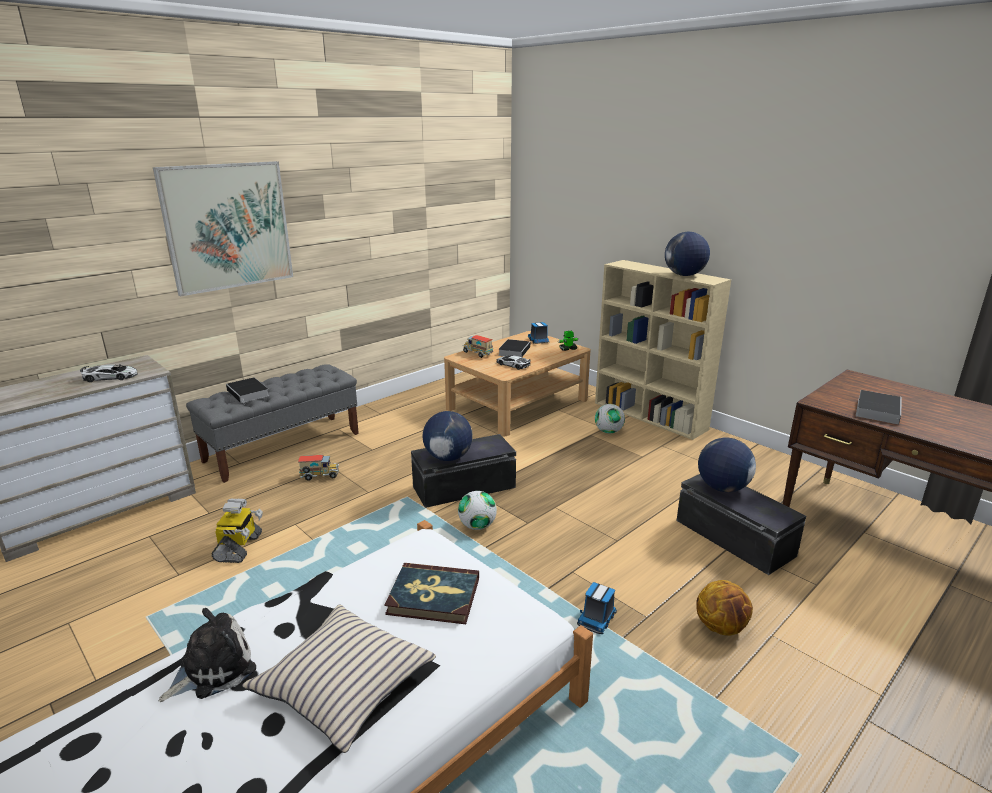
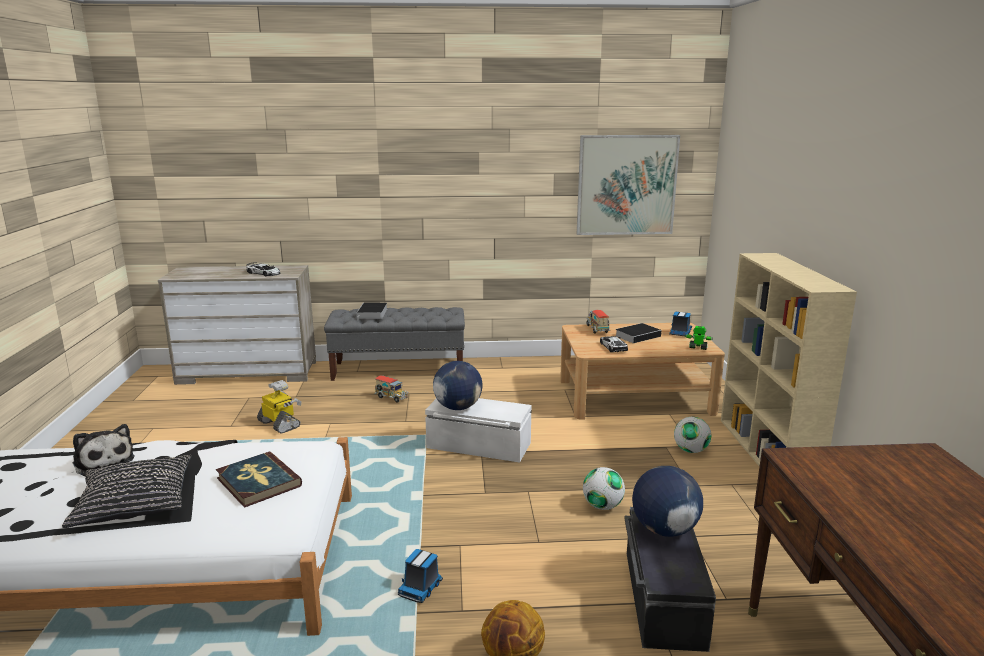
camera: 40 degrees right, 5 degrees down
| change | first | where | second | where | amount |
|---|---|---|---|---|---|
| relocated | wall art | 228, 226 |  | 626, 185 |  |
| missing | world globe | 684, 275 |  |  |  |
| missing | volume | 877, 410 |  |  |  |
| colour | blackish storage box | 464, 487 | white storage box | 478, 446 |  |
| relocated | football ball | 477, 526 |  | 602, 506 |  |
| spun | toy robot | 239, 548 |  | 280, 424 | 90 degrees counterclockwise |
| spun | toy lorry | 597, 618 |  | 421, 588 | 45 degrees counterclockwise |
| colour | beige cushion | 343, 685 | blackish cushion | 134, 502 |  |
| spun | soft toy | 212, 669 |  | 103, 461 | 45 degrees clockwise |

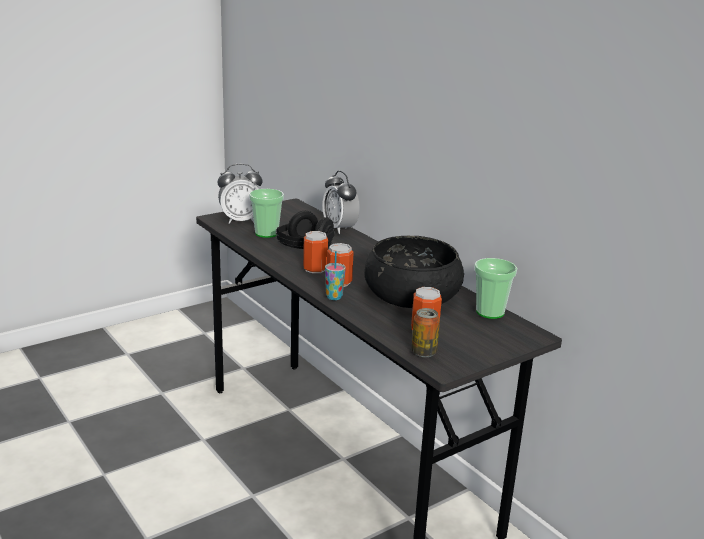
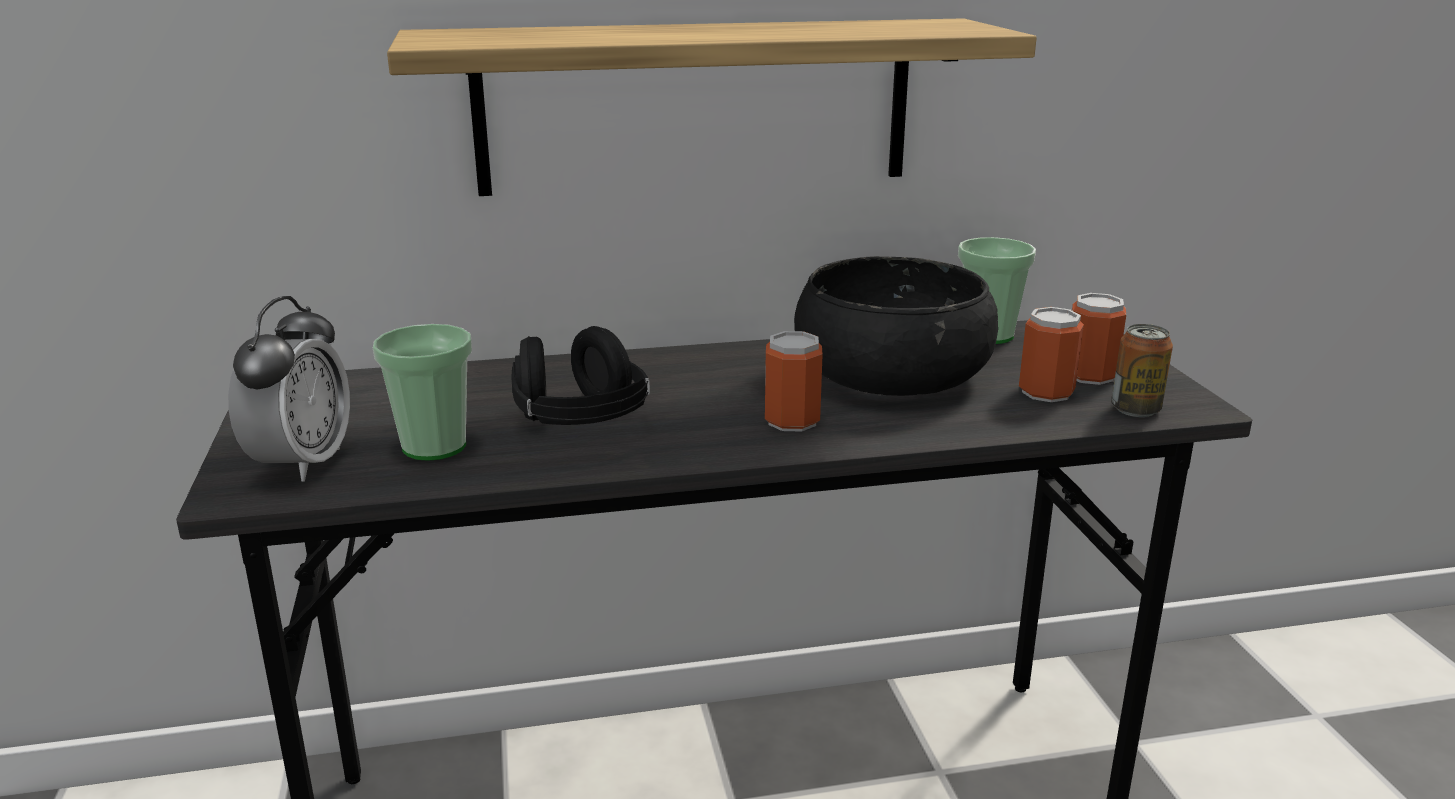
camera: 65 degrees left, 0 degrees up
| change | first | where | second | where | amount |
|---|---|---|---|---|---|
| missing | alarm clock | 339, 229 |  |  |  |
| relocated | metal can | 315, 269 |  | 1090, 375 |  |
| missing | small cup | 334, 297 |  |  |  |
| appeared |  |  | wall shelf | 695, 106 |  |

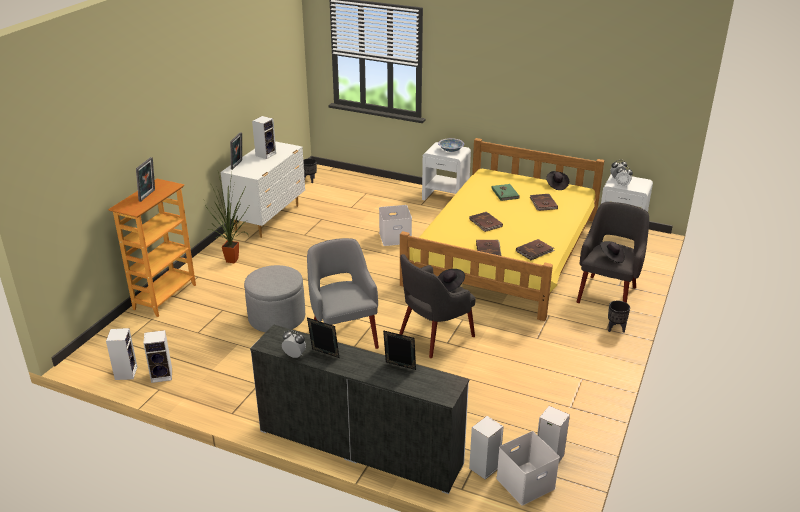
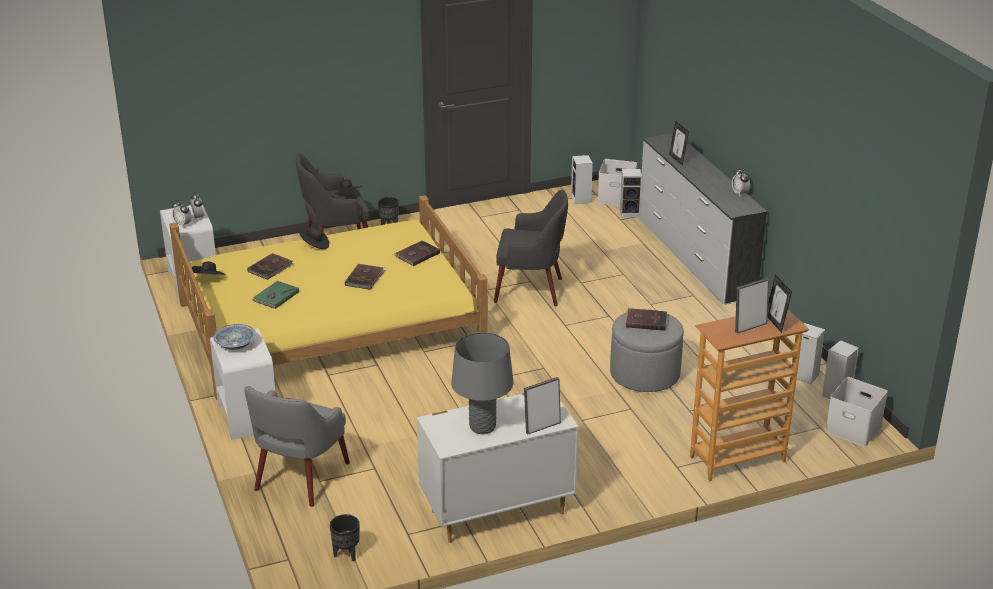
camera: 135 degrees left, 0 degrees up
| change | first | where | second | where | amount |
|---|---|---|---|---|---|
| exchanged | audio speaker | 266, 154 | gray lamp for a table | 482, 427 |  |
| missing | houseplant | 234, 261 |  |  |  |
| relocated | white storage box | 395, 237 |  | 852, 429 |  |
| relocated | gray lounge chair | 344, 336 |  | 301, 477 |  |
| relocated | brownish volume | 535, 251 |  | 646, 321 |  |
| relocated | blackish wearable hat | 450, 286 |  | 315, 245 |  |
| relocated | photo frame | 324, 355 |  | 776, 323 |  |

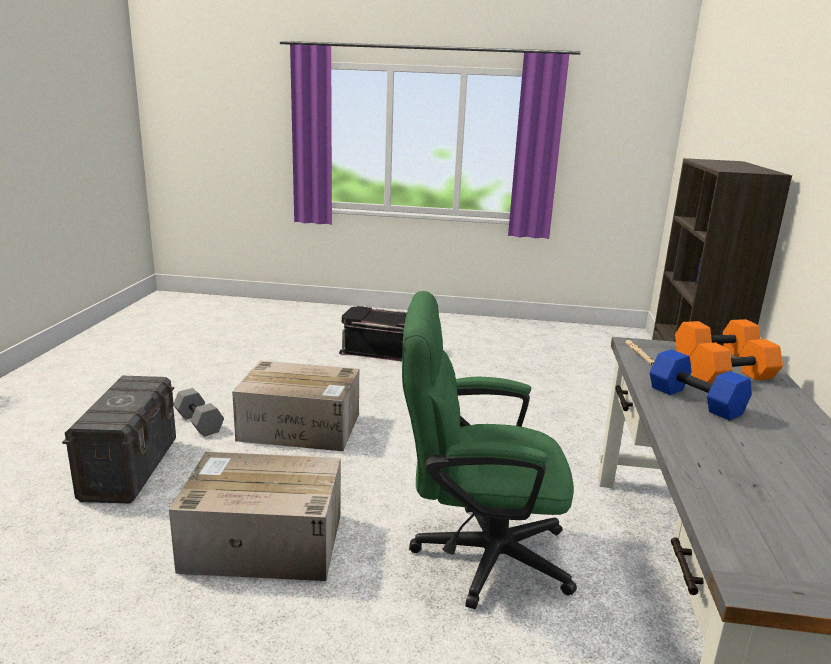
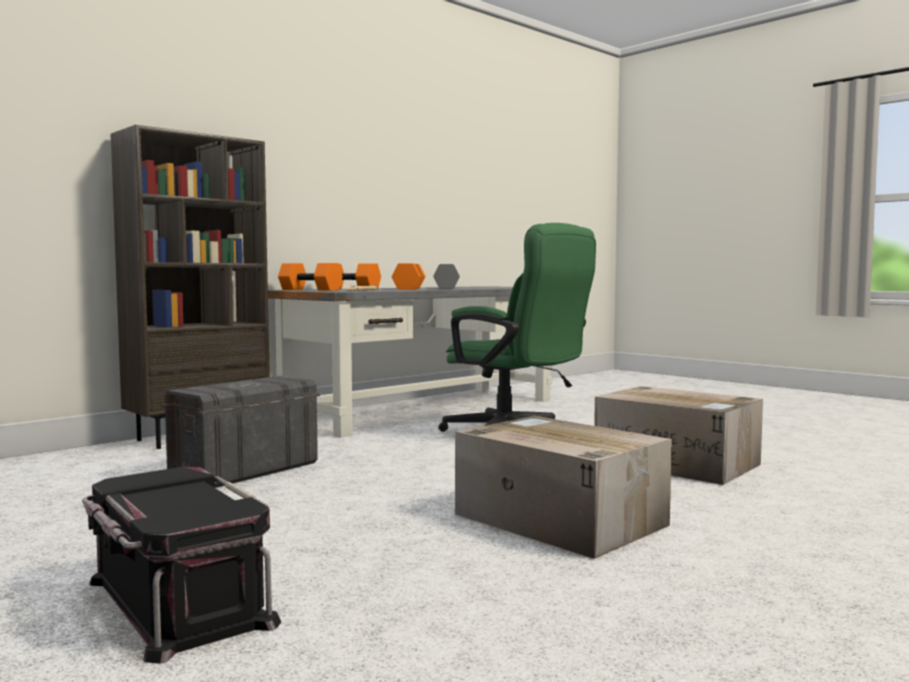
camera: 140 degrees left, 15 degrees down
| change | first | where | second | where | amount |
|---|---|---|---|---|---|
| colour | bluish hand weight | 696, 401 | orange-coloured hand weight | 408, 289 |  |
| relocated | gray storage box | 130, 468 |  | 244, 471 |  |
| relocated | gray hand weight | 200, 423 |  | 445, 288 |  |

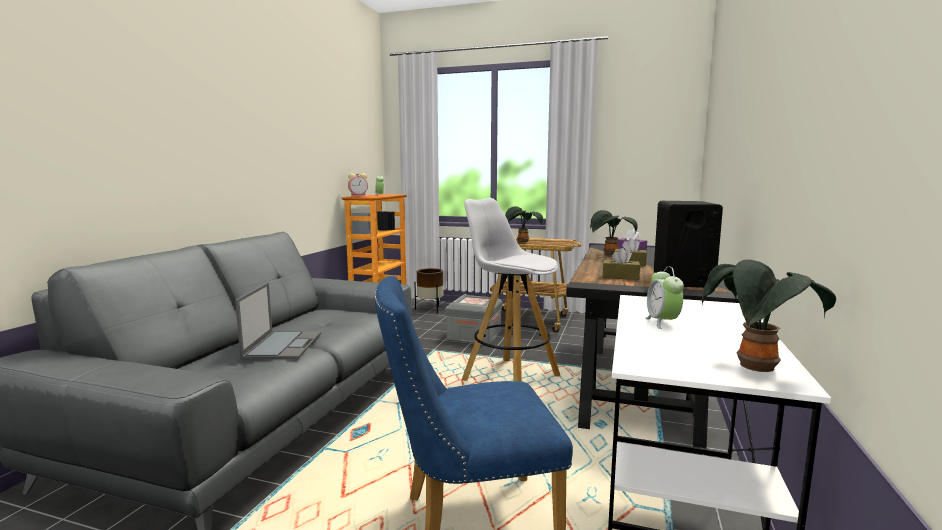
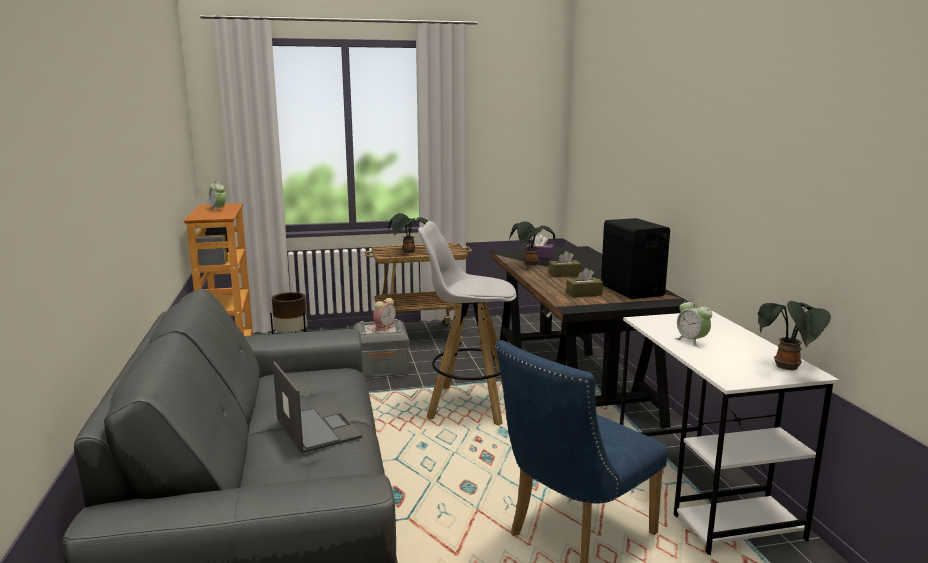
camera: 30 degrees left, 5 degrees up
| change | first | where | second | where | amount |
|---|---|---|---|---|---|
| relocated | alarm clock | 359, 196 |  | 385, 327 |  |

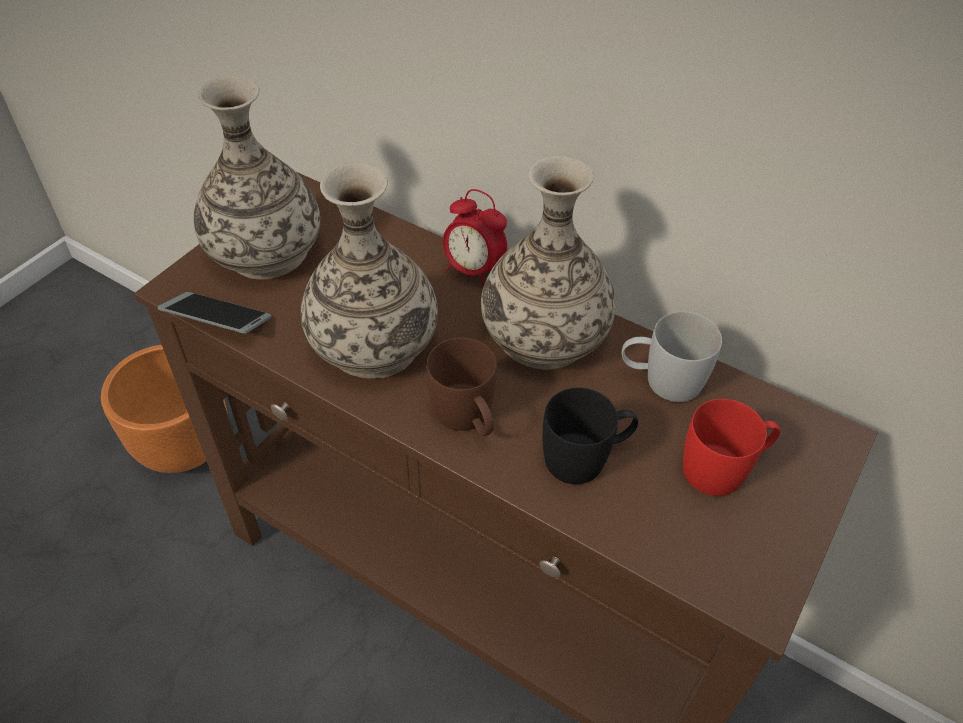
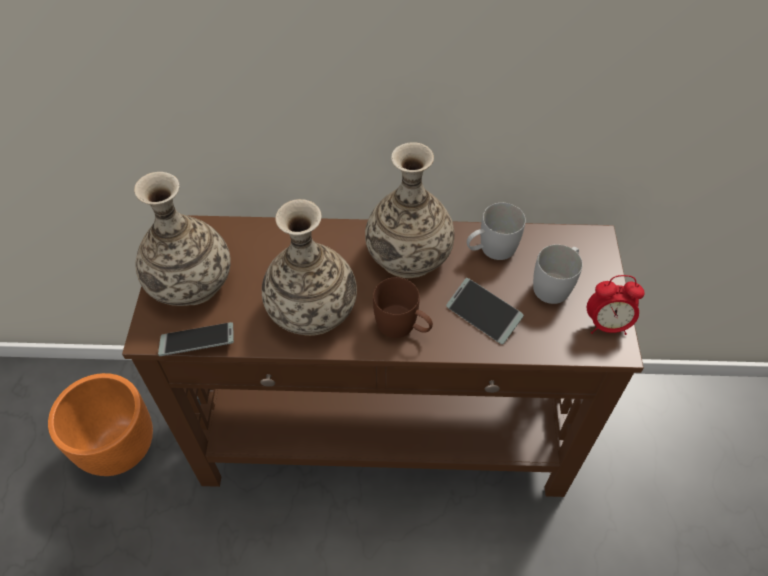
camera: 30 degrees left, 5 degrees up
| change | first | where | second | where | amount |
|---|---|---|---|---|---|
| relocated | alarm clock | 473, 271 |  | 606, 325 |  |
| exchanged | blackish coffee mug | 586, 457 | phone | 483, 315 |  |
| colour | red-coloured coffee mug | 724, 468 | white coffee mug | 555, 284 |  |

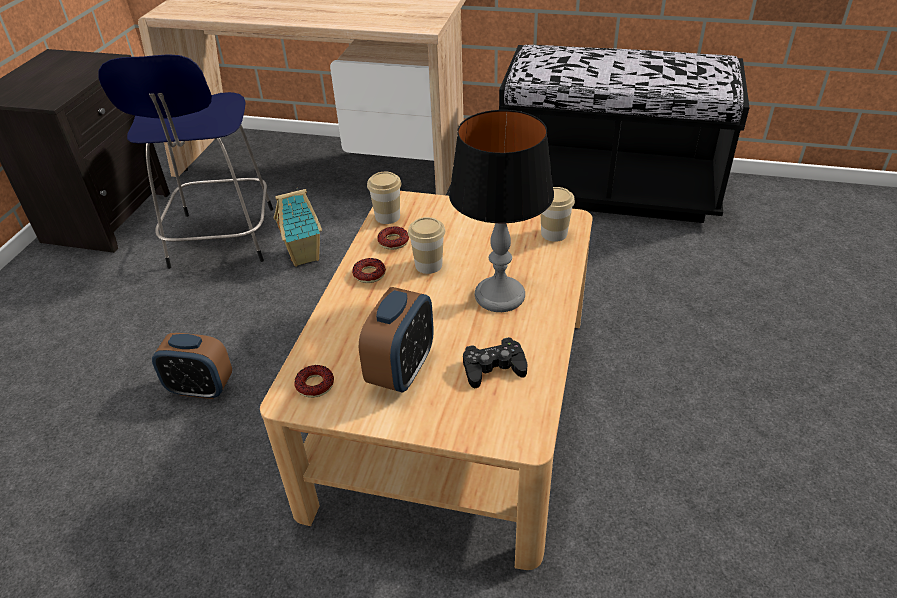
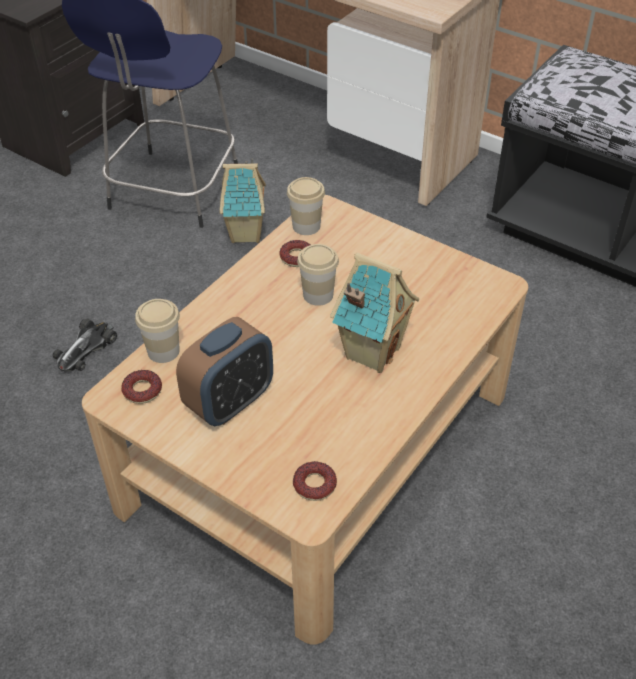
camera: 20 degrees right, 5 degrees up
| change | first | where | second | where | amount |
|---|---|---|---|---|---|
| exchanged | lamp for a table | 499, 295 | model house | 371, 352 |  |
| relocated | small cup | 554, 233 |  | 163, 351 |  |
| relocated | ring doughnut | 369, 274 |  | 314, 485 |  |
| exchanged | alarm clock | 201, 388 | miniature car | 85, 348 |  |
| missing | blackish game controller | 493, 368 |  |  |  |

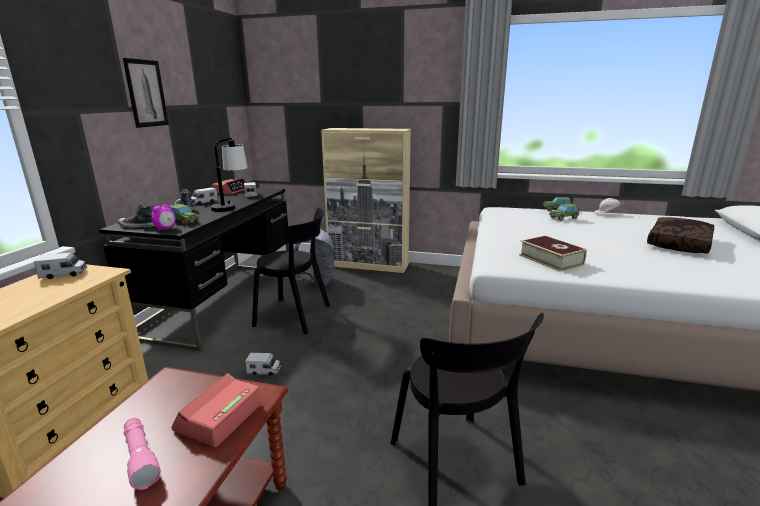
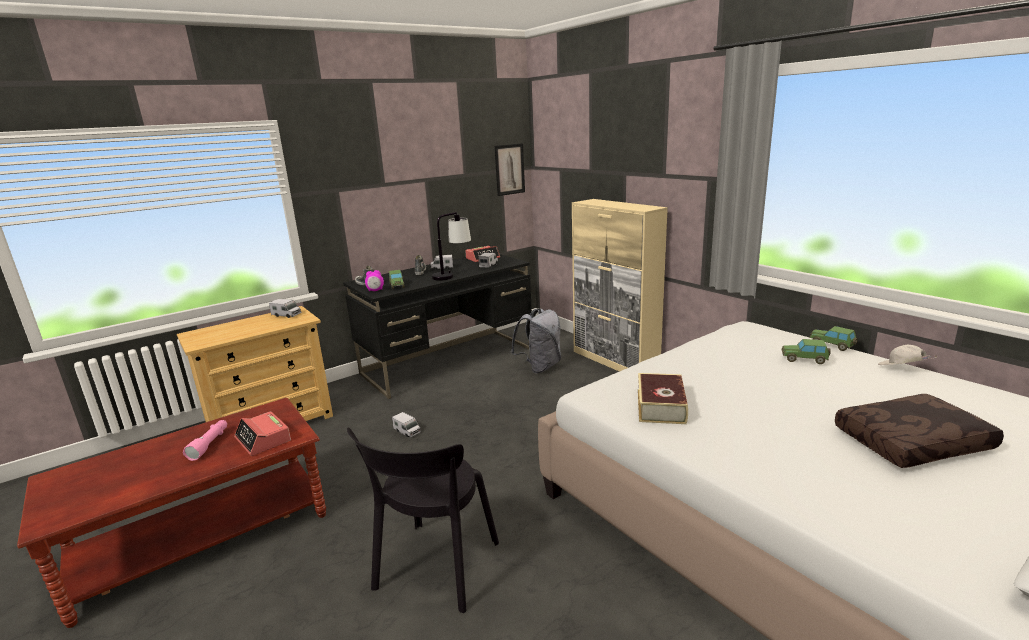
camera: 40 degrees right, 0 degrees up
| change | first | where | second | where | amount |
|---|---|---|---|---|---|
| relocated | wall art | 146, 93 |  | 509, 169 |  |
| missing | blackish chair | 296, 316 |  |  |  |
| spun | alarm clock | 219, 417 |  | 263, 440 | 105 degrees counterclockwise |

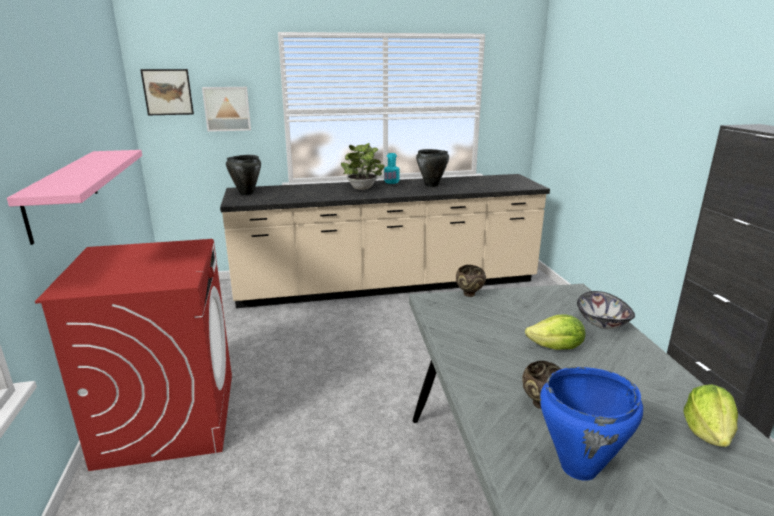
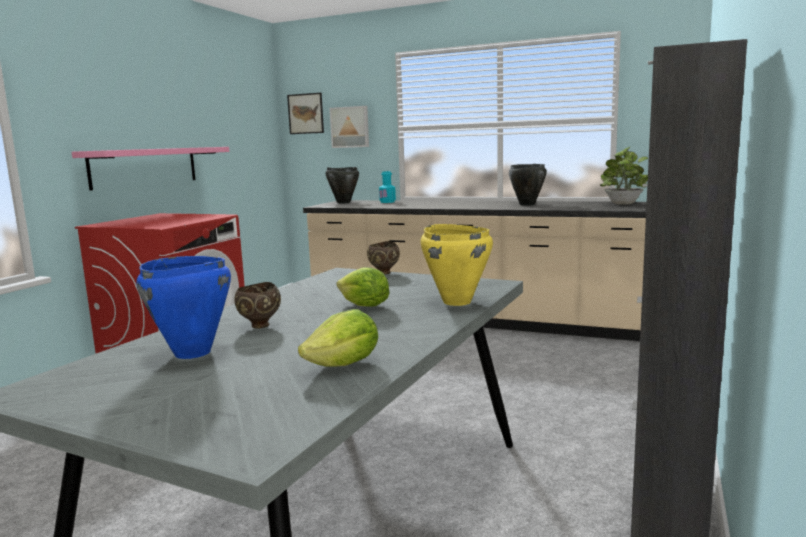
camera: 35 degrees right, 10 degrees down
| change | first | where | second | where | amount |
|---|---|---|---|---|---|
| relocated | houseplant | 363, 188 |  | 623, 204 |  |
| relocated | turquoise bottle | 391, 182 |  | 387, 202 |  |
| exchanged | bowl | 601, 323 | yellow cooking pot | 457, 302 |  |

